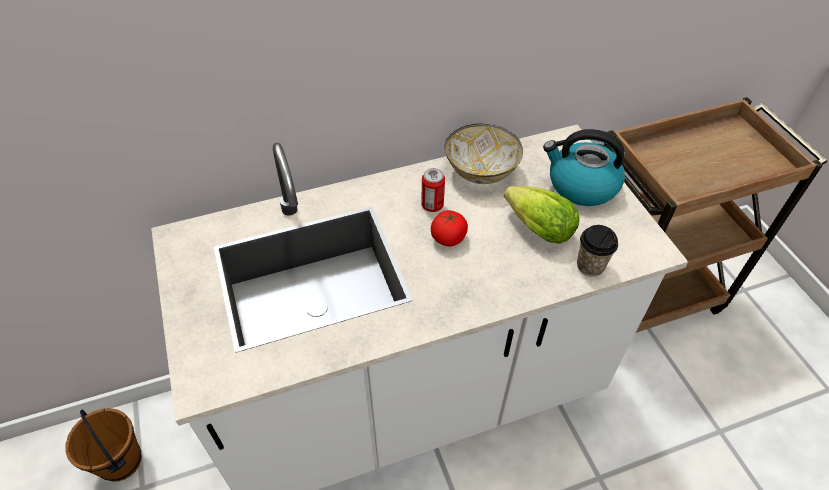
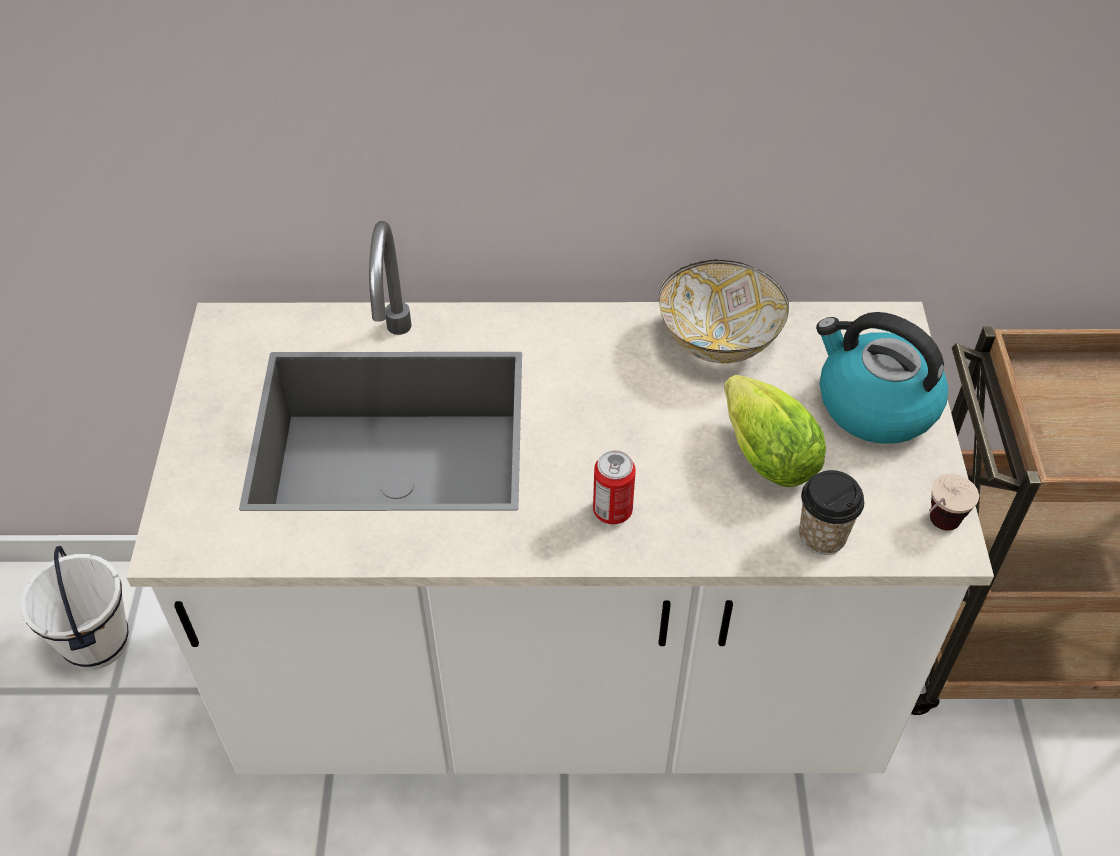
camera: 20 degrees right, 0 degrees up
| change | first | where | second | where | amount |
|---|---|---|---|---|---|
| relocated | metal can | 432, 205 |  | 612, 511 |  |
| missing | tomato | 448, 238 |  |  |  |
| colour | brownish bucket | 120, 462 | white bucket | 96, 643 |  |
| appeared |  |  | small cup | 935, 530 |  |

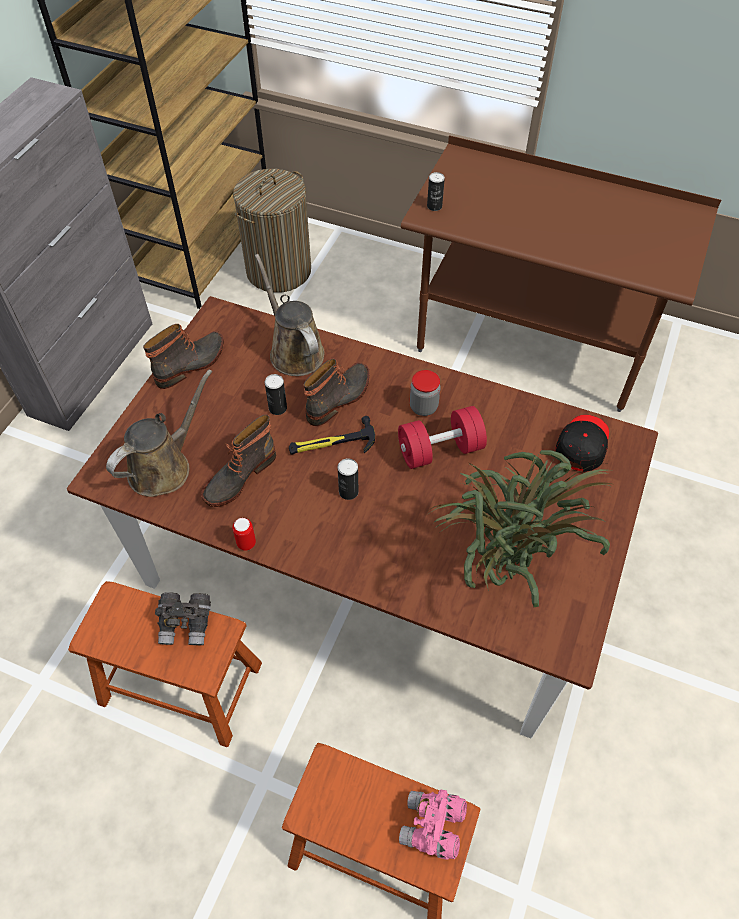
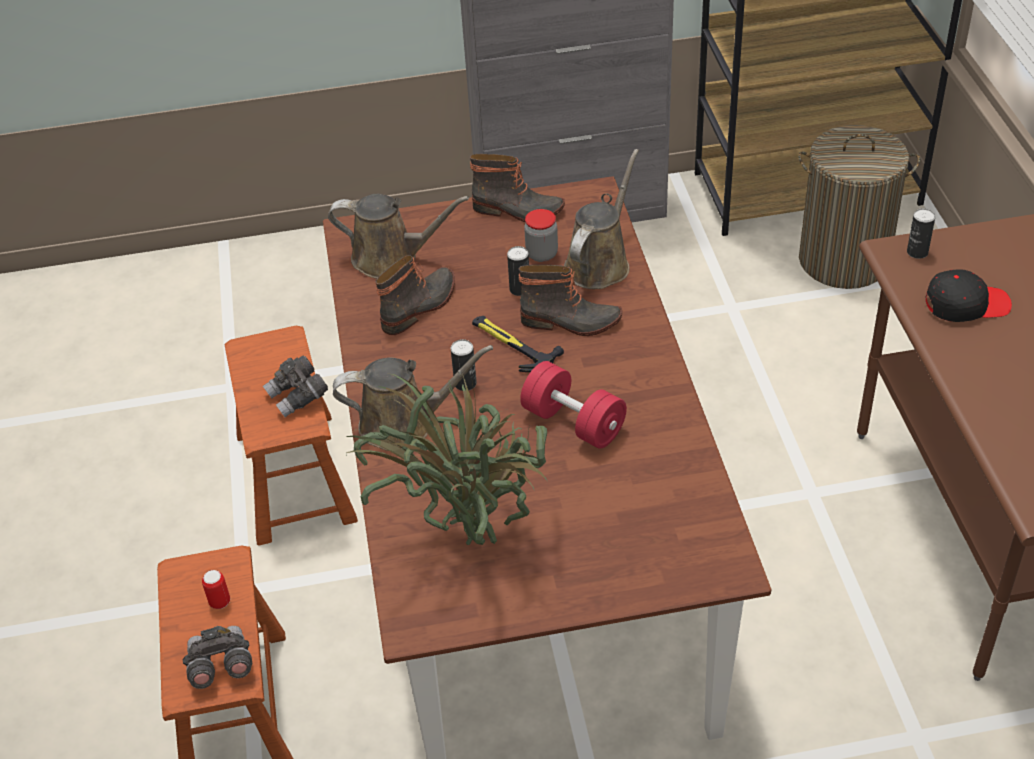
camera: 60 degrees right, 10 degrees down
| change | first | where | second | where | amount |
|---|---|---|---|---|---|
| relocated | storage jar | 423, 407 |  | 542, 254 |  |
| spun | tall boot | 239, 476 |  | 420, 306 | 120 degrees clockwise |
| relocated | blackish cap | 582, 445 |  | 966, 304 |  |
| relocated | metal can | 246, 543 |  | 220, 602 |  |
| colour | pinkish pair of binoculars | 432, 827 | gray pair of binoculars | 220, 667 |  |
| appeared |  |  | brownish watering can | 404, 424 |  |

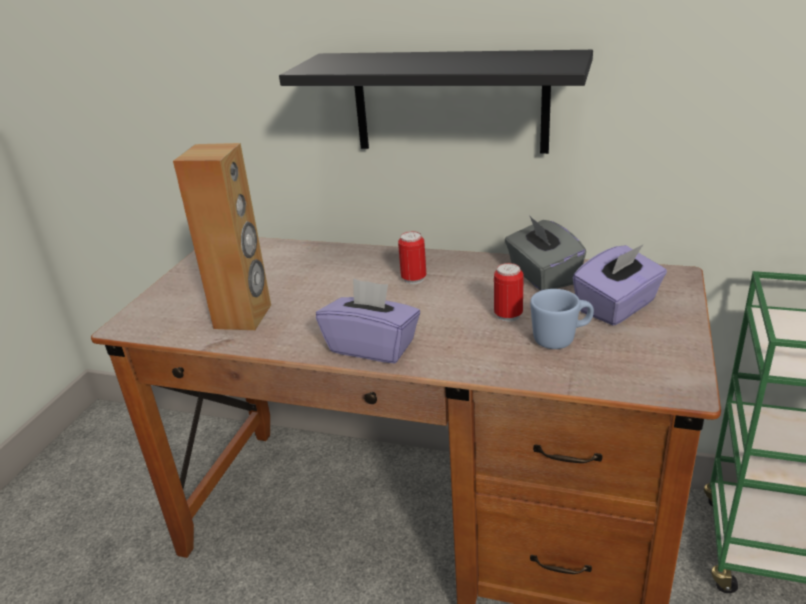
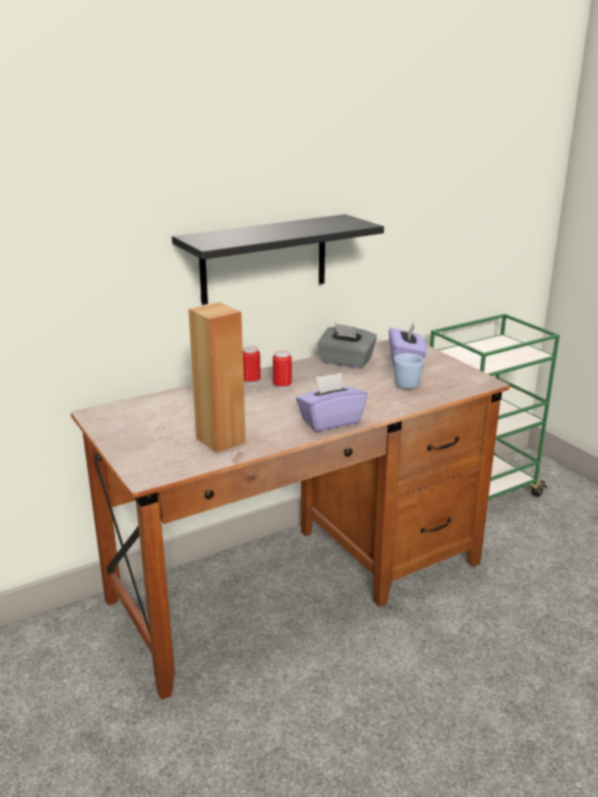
camera: 50 degrees left, 5 degrees down
| change | first | where | second | where | amount |
|---|---|---|---|---|---|
| relocated | metal can | 508, 316 |  | 251, 381 |  |

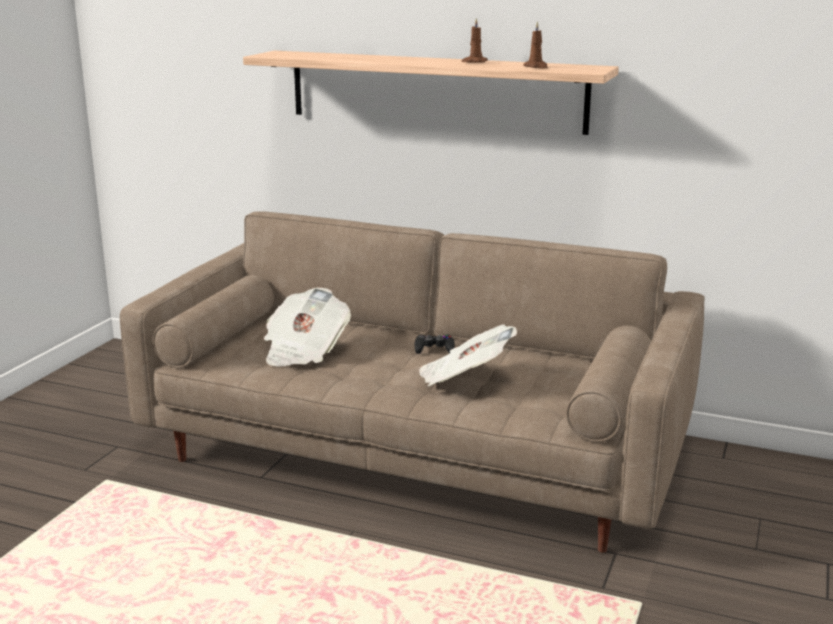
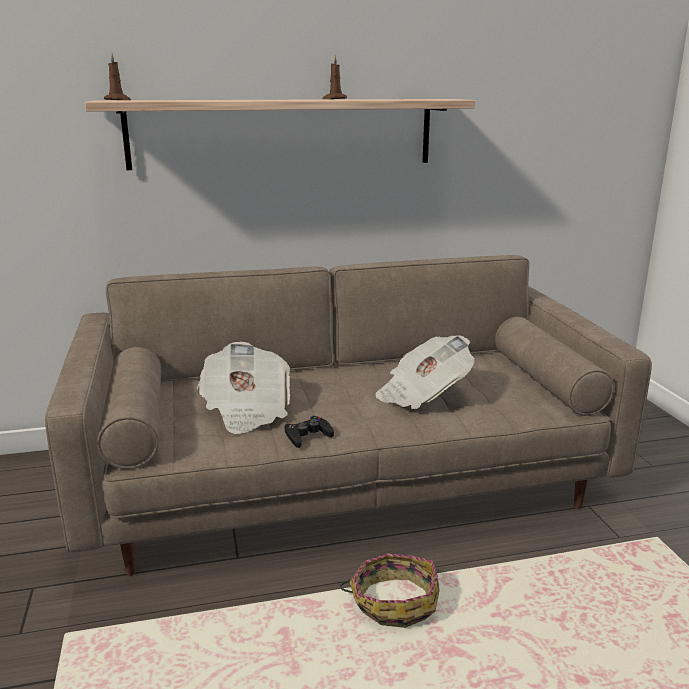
camera: 35 degrees left, 0 degrees up
| change | first | where | second | where | amount |
|---|---|---|---|---|---|
| relocated | brownish wax candle | 536, 67 |  | 118, 100 |  |
| relocated | blackish game controller | 434, 348 |  | 307, 436 |  |
| appeared |  |  | storage basket | 393, 602 |  |

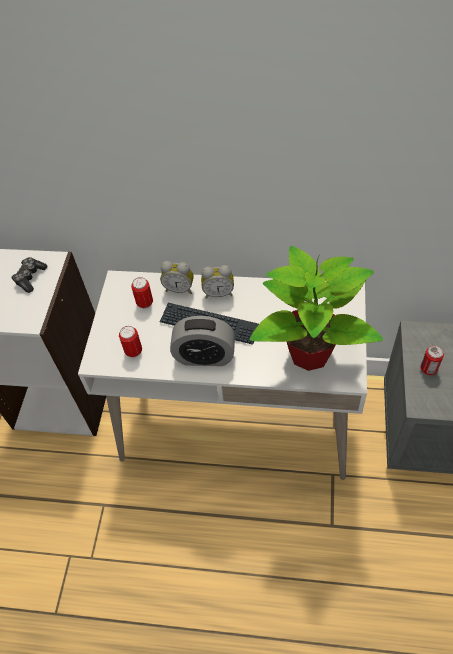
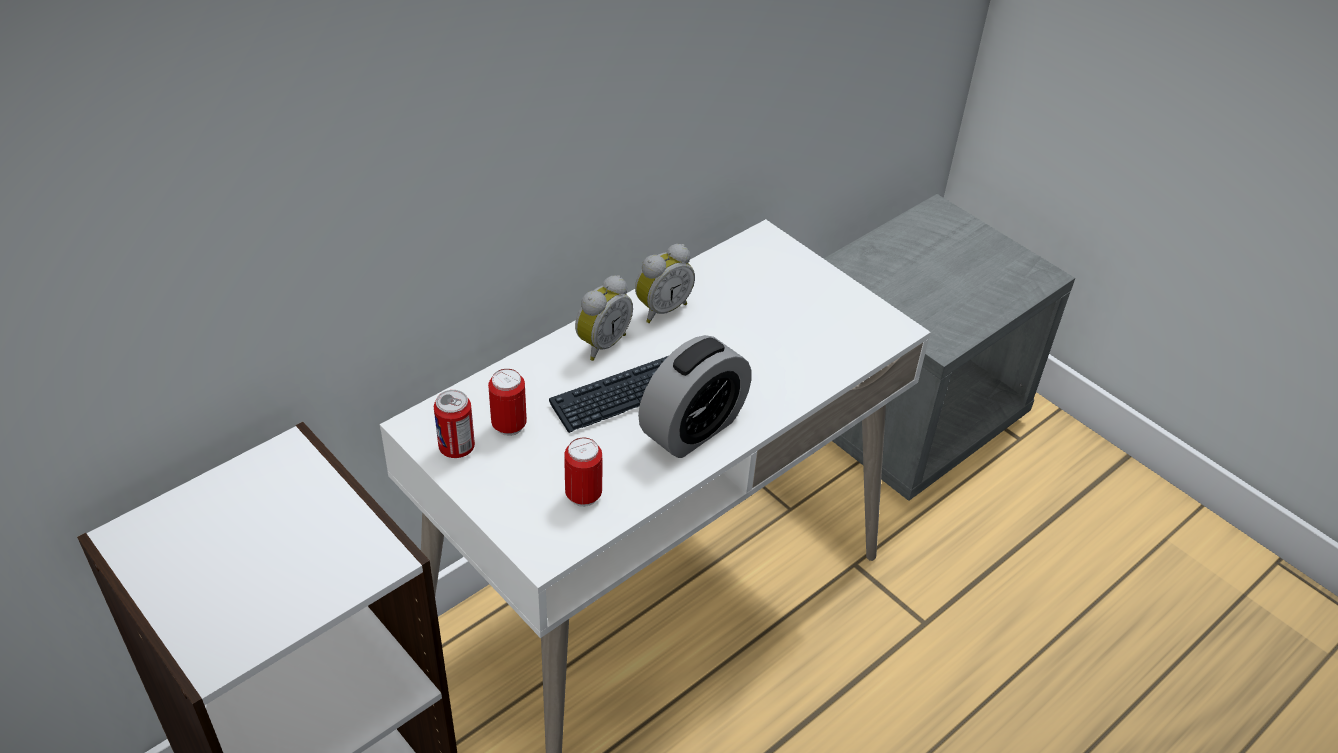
camera: 55 degrees left, 10 degrees down
| change | first | where | second | where | amount |
|---|---|---|---|---|---|
| missing | houseplant | 311, 352 |  |  |  |
| missing | game controller | 30, 278 |  |  |  |
| relocated | alarm clock | 179, 288 |  | 661, 308 |  |
| relocated | metal can | 428, 369 |  | 456, 448 |  |

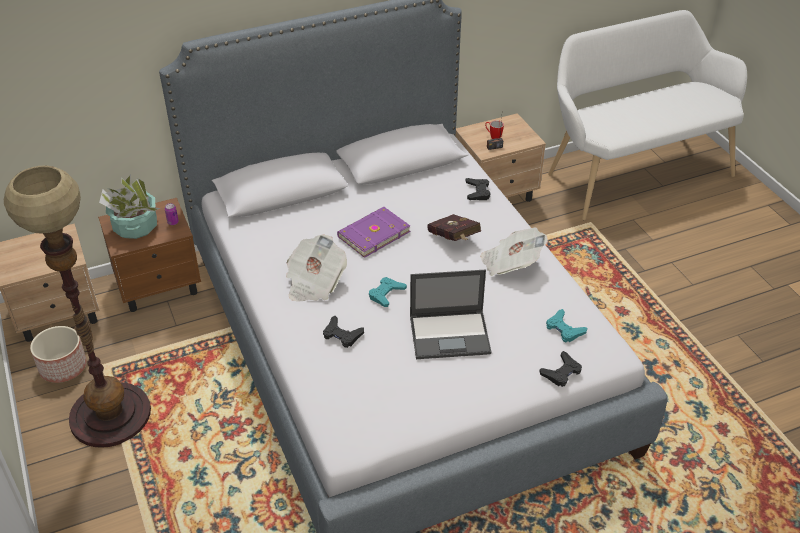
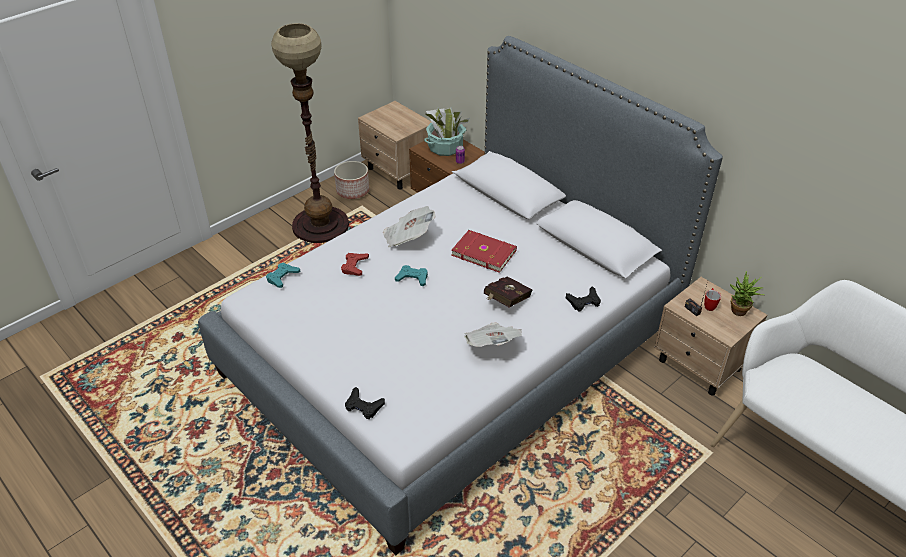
camera: 70 degrees right, 0 degrees up
| change | first | where | second | where | amount |
|---|---|---|---|---|---|
| colour | purplish volume | 372, 234 | red-coloured volume | 484, 252 |  |
| missing | laptop | 450, 334 |  |  |  |
| relocated | turquoise game controller | 564, 329 |  | 282, 277 |  |
| colour | blackish game controller | 342, 335 | red-coloured game controller | 354, 266 |  |
| appeared |  |  | houseplant | 739, 313 |  |

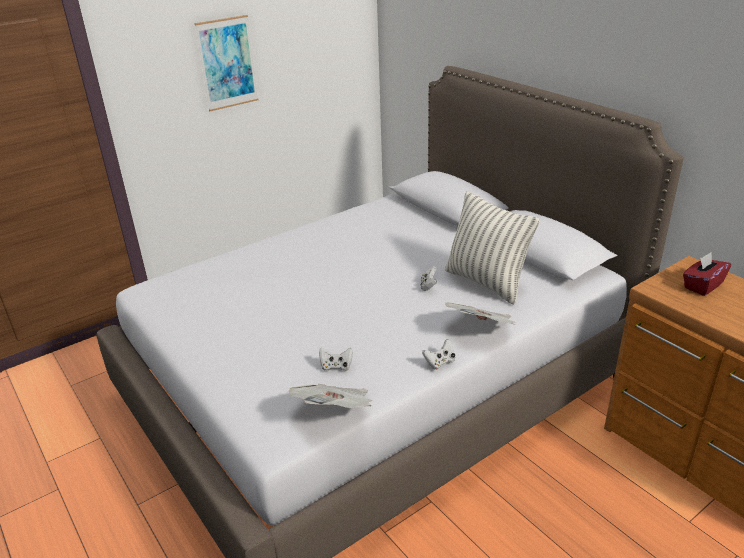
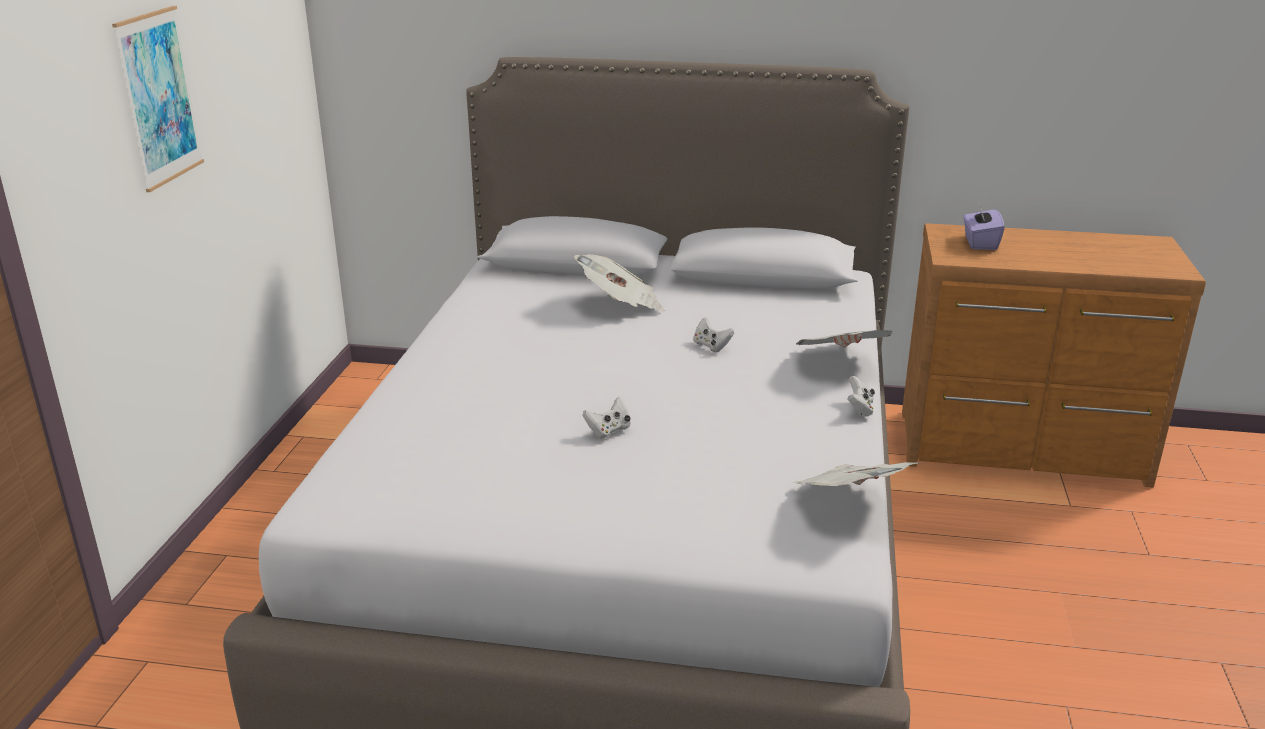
camera: 45 degrees left, 5 degrees down
| change | first | where | second | where | amount |
|---|---|---|---|---|---|
| missing | cushion | 486, 282 |  |  |  |
| colour | red-coloured tissue box | 702, 286 | purplish tissue box | 980, 243 |  |
| relocated | white game controller | 336, 366 |  | 608, 430 |  |
| appeared |  |  | daily paper | 621, 305 |  |

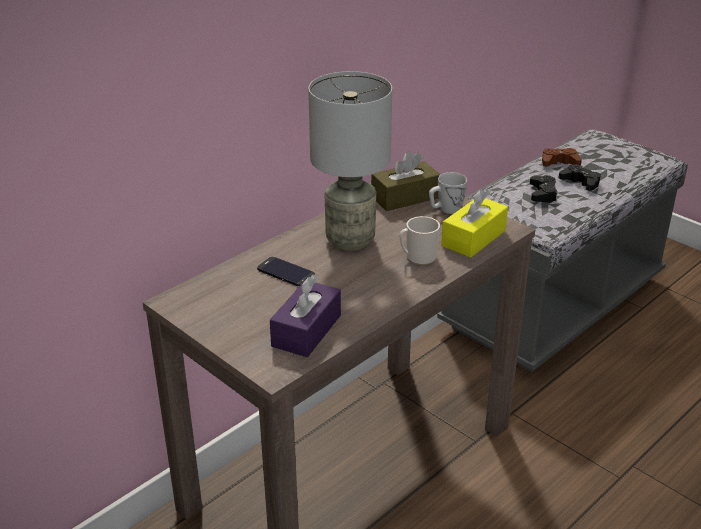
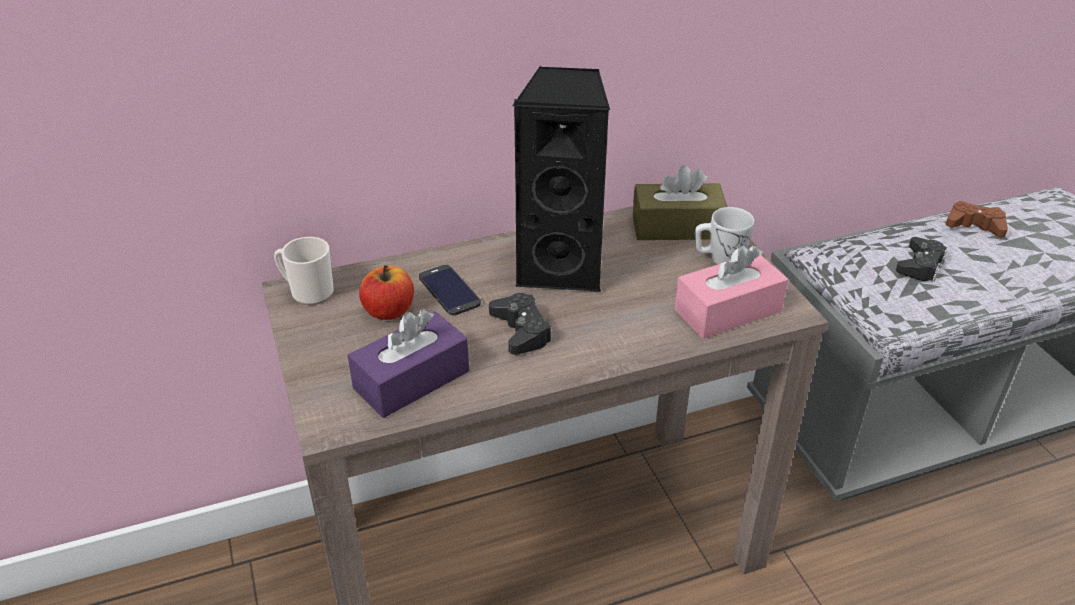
camera: 25 degrees right, 5 degrees up
| change | first | where | second | where | amount |
|---|---|---|---|---|---|
| exchanged | gray lamp for a table | 350, 240 | blackish audio speaker | 562, 268 |  |
| relocated | blackish game controller | 580, 182 |  | 521, 331 |  |
| colour | yellow tissue box | 473, 238 | pinkish tissue box | 728, 311 |  |
| relocated | coffee mug | 417, 258 |  | 308, 292 |  |
| appeared |  |  | apple fruit | 389, 311 |  |

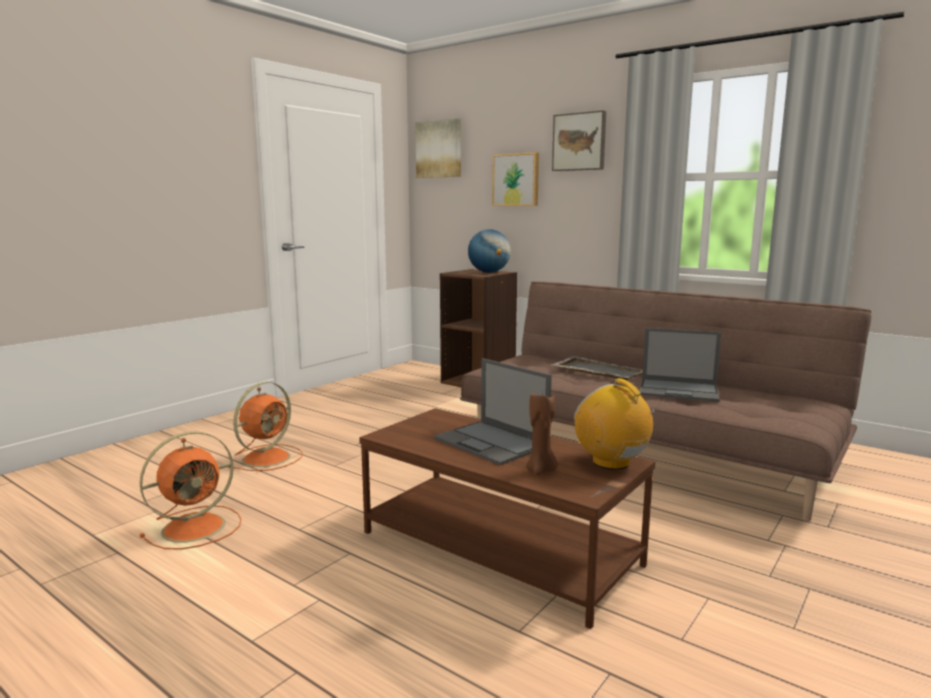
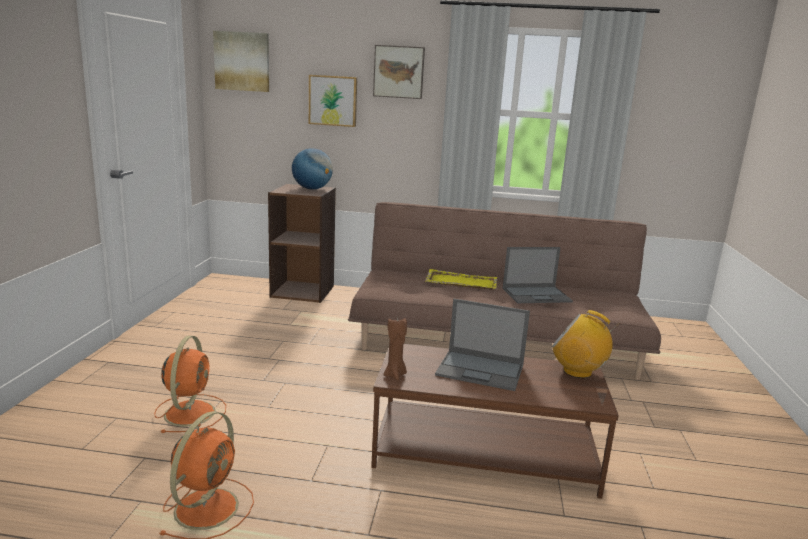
camera: 30 degrees left, 5 degrees up
| change | first | where | second | where | amount |
|---|---|---|---|---|---|
| colour | gray serving tray | 598, 371 | yellow serving tray | 460, 282 |  |
| relocated | brownish wax candle | 541, 470 |  | 395, 375 |  |

